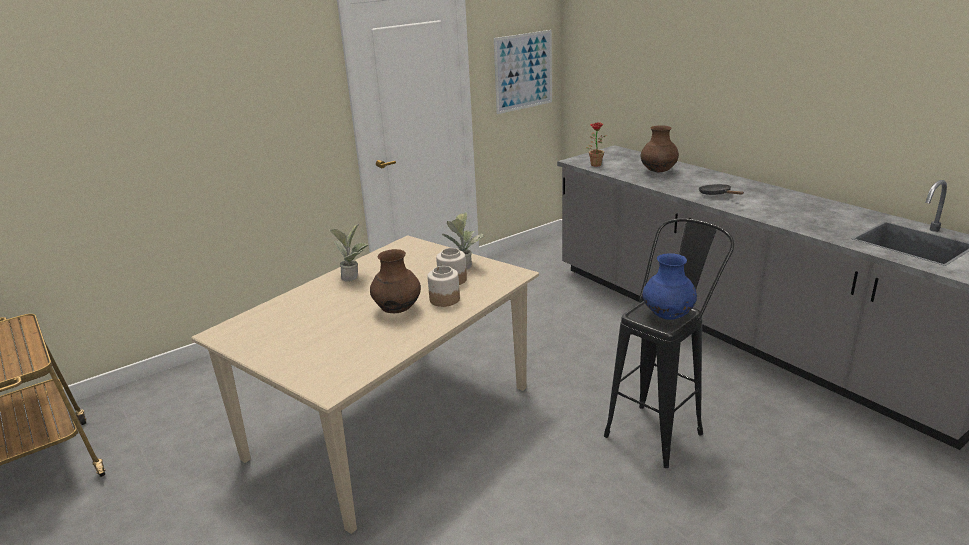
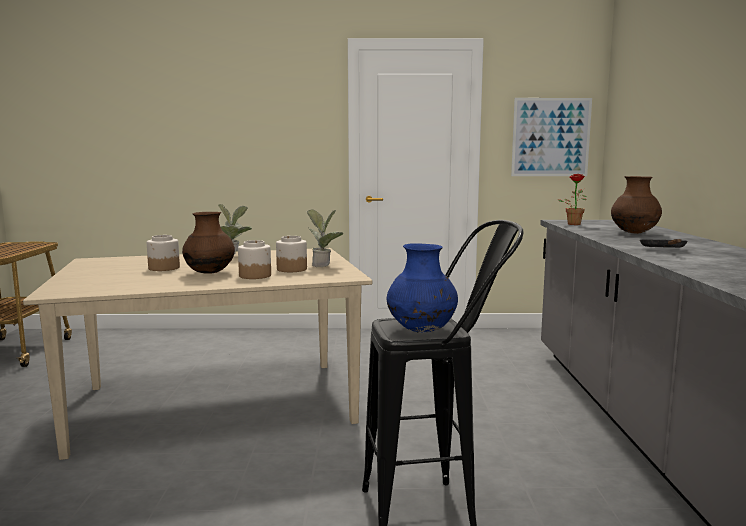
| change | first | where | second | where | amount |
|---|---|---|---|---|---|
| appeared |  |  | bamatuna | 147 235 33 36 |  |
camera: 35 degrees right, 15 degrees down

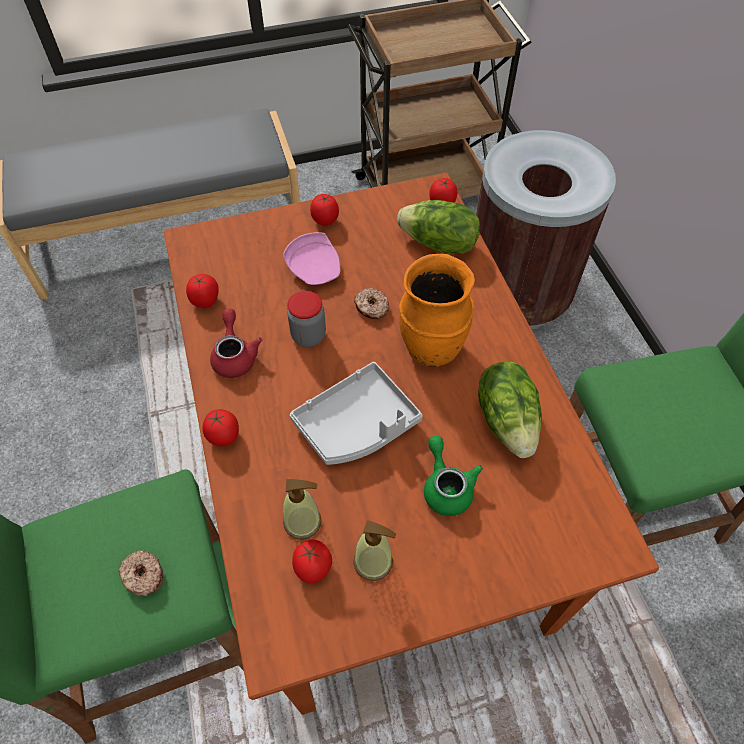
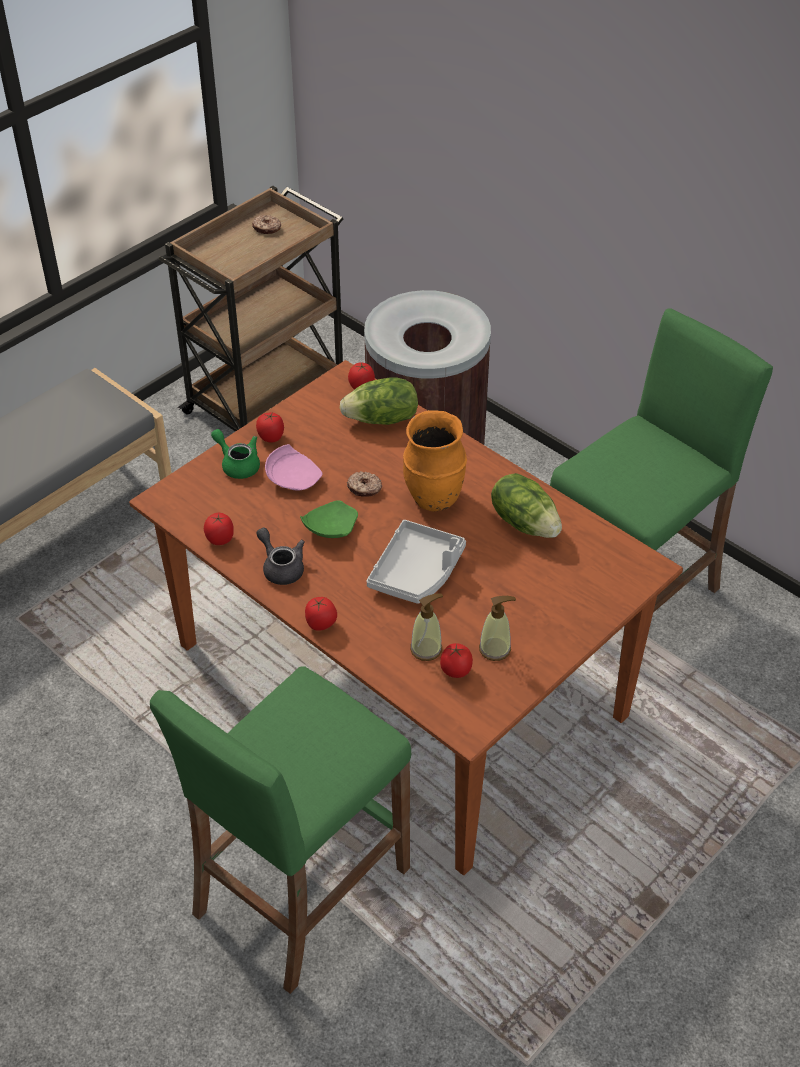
| change | first | where | second | where | amount |
|---|---|---|---|---|---|
| relocated | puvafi | 119 550 44 46 |  | 252 215 29 19 |  |
| colour | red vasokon | 210 309 52 69 | grey vasokon | 257 528 48 57 |  |
| exchanged | bamatuna | 287 291 39 56 | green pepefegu | 300 500 58 38 |  |
| relocated | green vasokon | 424 436 59 80 |  | 211 429 49 50 |  |
camera: 30 degrees left, 10 degrees down

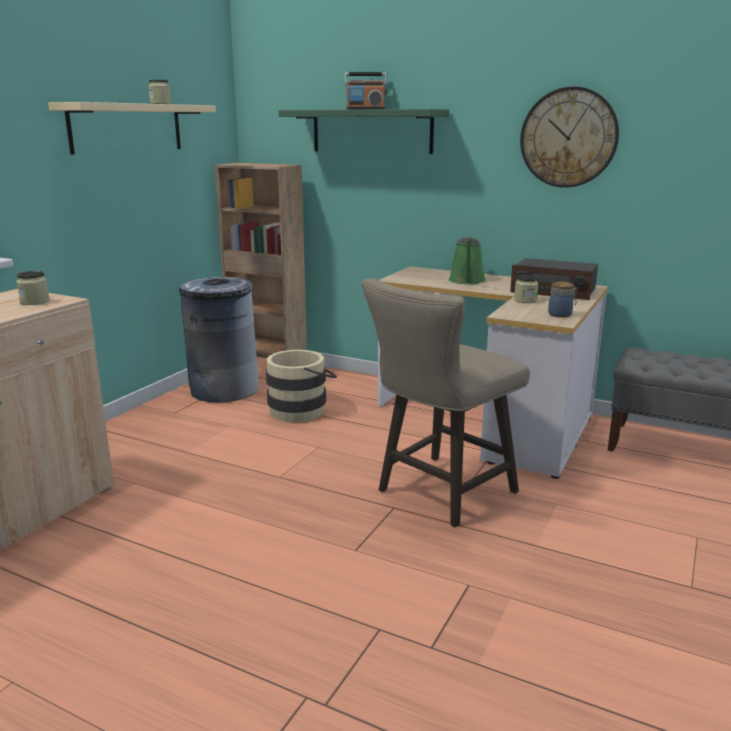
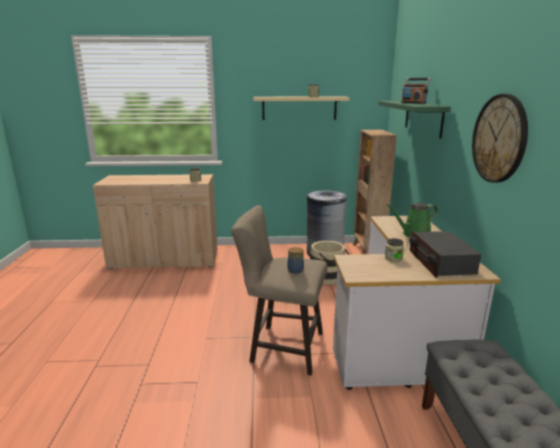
| change | first | where | second | where | amount |
|---|---|---|---|---|---|
| relocated | bamatuna | 548 282 29 36 |  | 287 247 17 27 |  |
camera: 60 degrees right, 0 degrees up

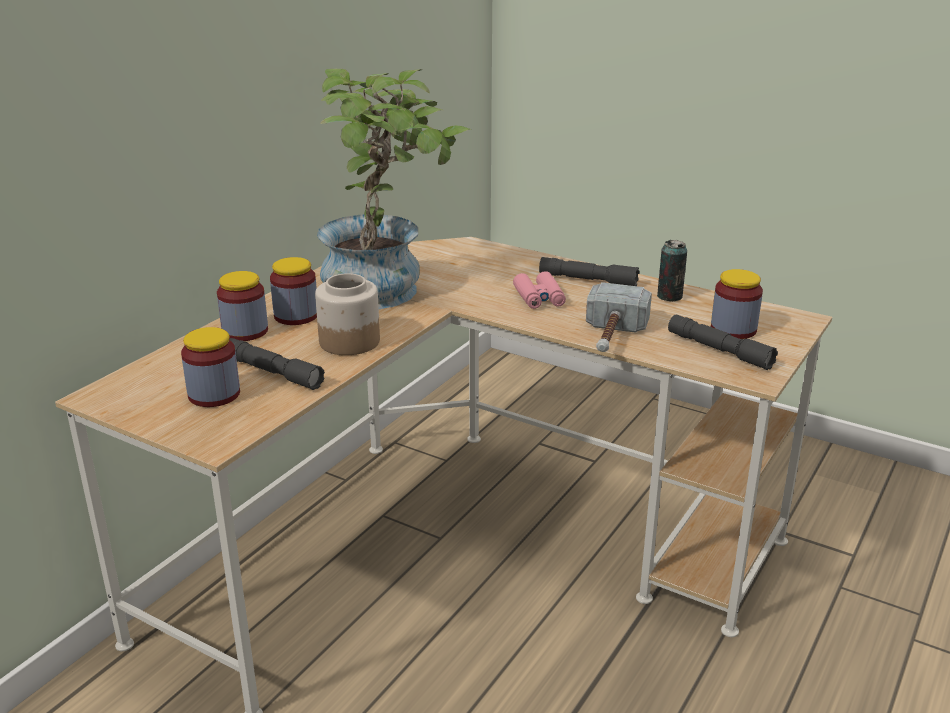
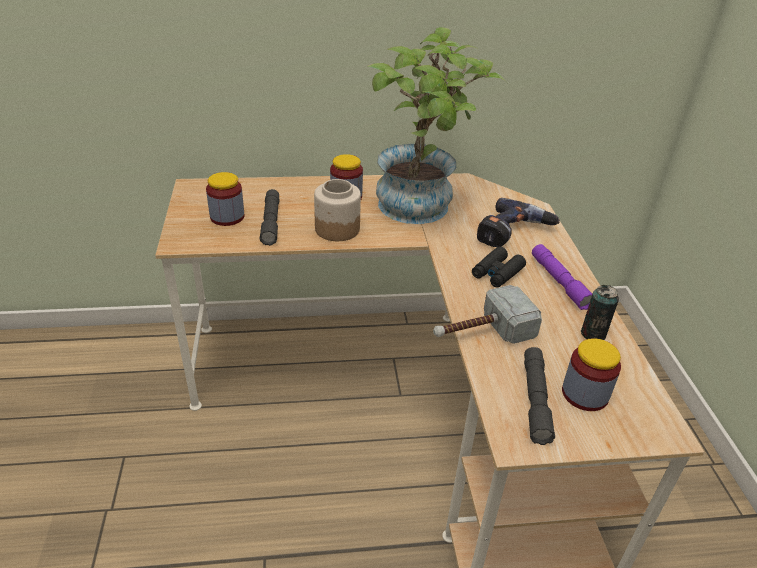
| change | first | where | second | where | amount |
|---|---|---|---|---|---|
| missing | bamatuna | 217 271 51 70 |  |  |  |
| colour | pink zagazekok | 513 271 53 38 | black zagazekok | 472 246 54 42 |  |
| colour | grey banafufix | 539 257 100 29 | purple banafufix | 532 244 60 66 |  |
| appeared |  |  | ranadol | 477 198 83 49 |  |
camera: 50 degrees right, 10 degrees up

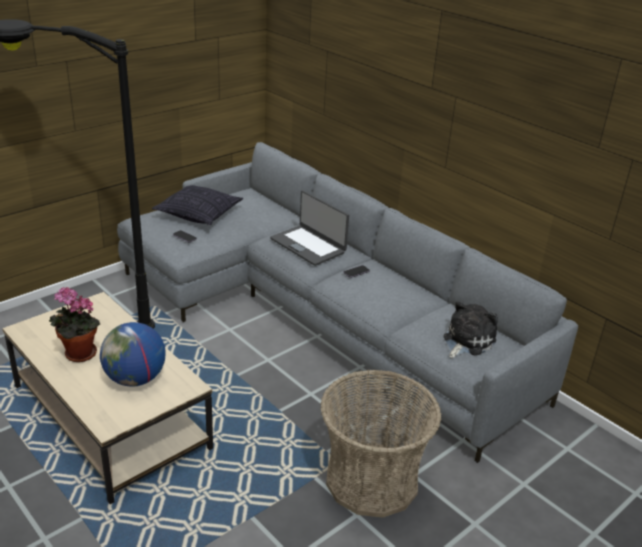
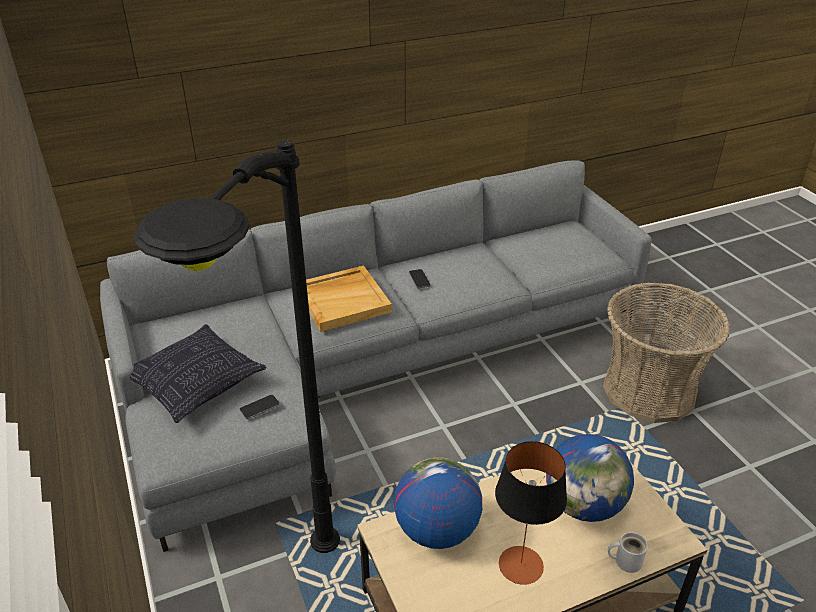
| change | first | where | second | where | amount |
|---|---|---|---|---|---|
| exchanged | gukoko | 49 287 51 75 | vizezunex | 495 441 72 144 |  |
| exchanged | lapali | 270 190 79 76 | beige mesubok | 306 265 86 67 |  |
| missing | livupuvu | 444 302 54 56 |  |  |  |
| appeared |  |  | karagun | 394 457 88 92 |  |
| appeared |  |  | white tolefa | 608 532 40 41 |  |
camera: 70 degrees left, 5 degrees up

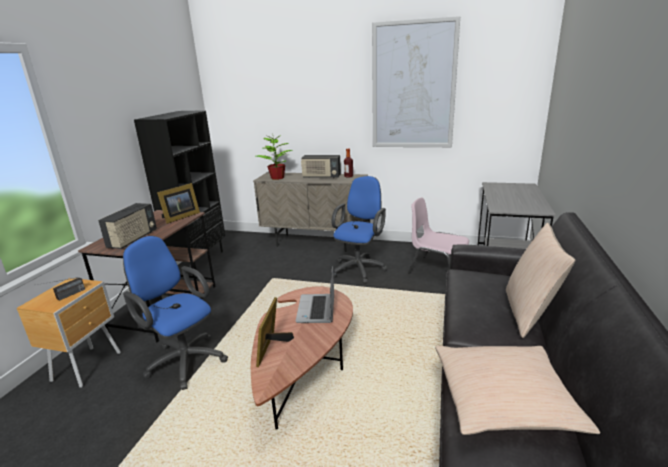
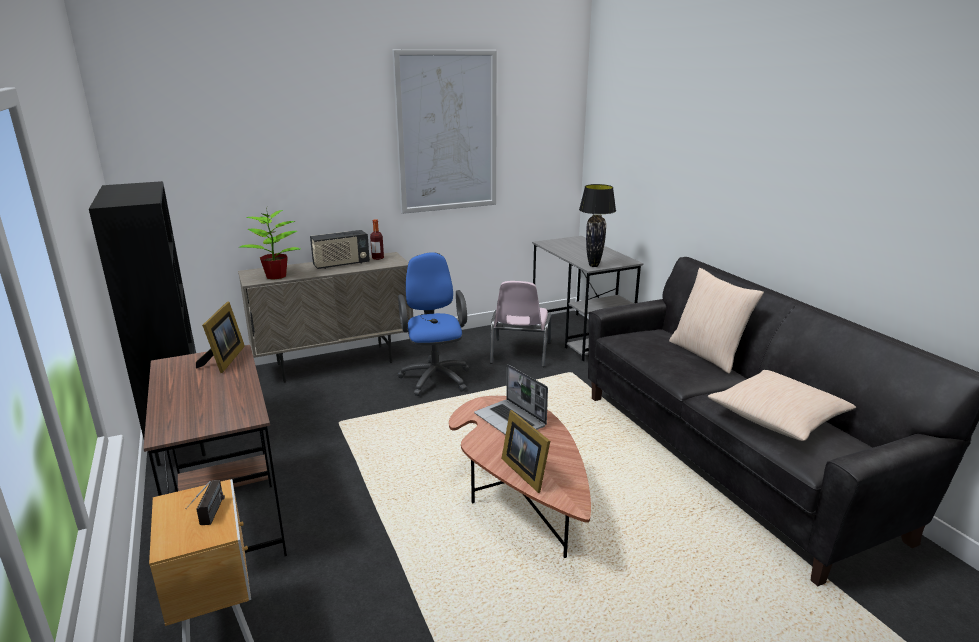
| change | first | where | second | where | amount |
|---|---|---|---|---|---|
| missing | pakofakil | 98 203 59 46 |  |  |  |
| missing | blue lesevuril | 123 236 105 154 |  |  |  |
| spun | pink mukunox | 408 197 61 77 |  | 490 281 61 86 | 75 degrees counterclockwise |
| appeared |  |  | black vizezunex | 579 184 37 83 |  |
camera: 40 degrees left, 0 degrees up

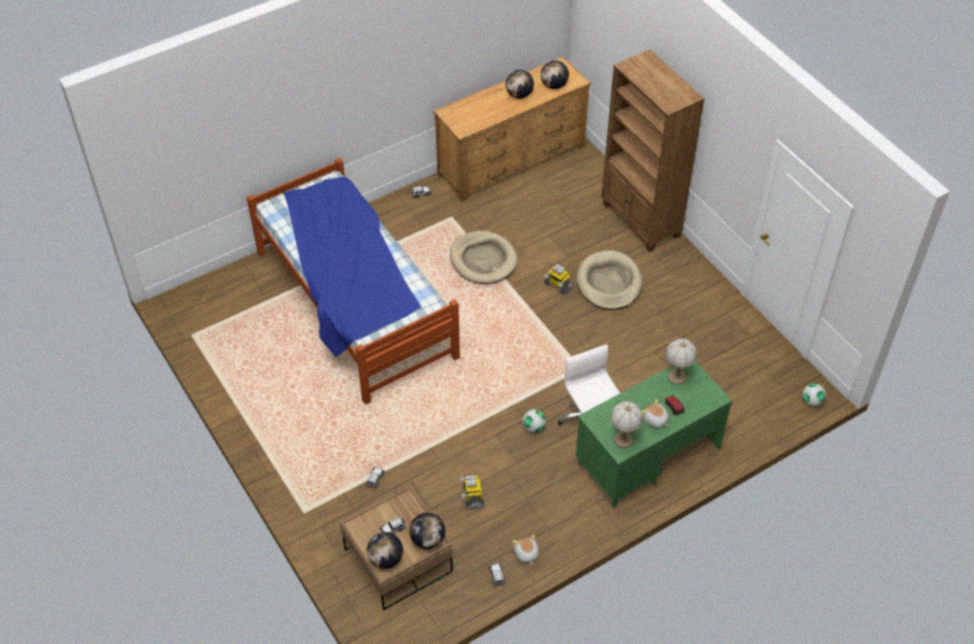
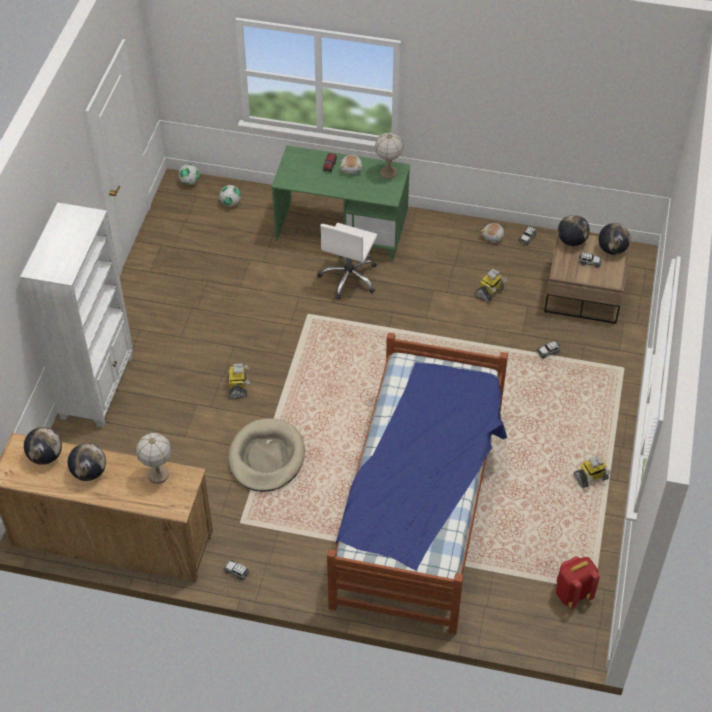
| change | first | where | second | where | amount |
|---|---|---|---|---|---|
| relocated | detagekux | 523 409 23 24 |  | 219 185 22 22 |  |
| missing | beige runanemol | 577 250 66 60 |  |  |  |
| colour | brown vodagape | 601 49 104 203 | white vodagape | 20 203 113 224 |  |
| relocated | vizezunex | 665 338 32 47 |  | 136 433 36 51 |  |
| appeared |  |  | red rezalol | 556 556 44 53 |  |
| appeared |  |  | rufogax | 574 455 37 33 |  |
camera: 135 degrees left, 0 degrees up

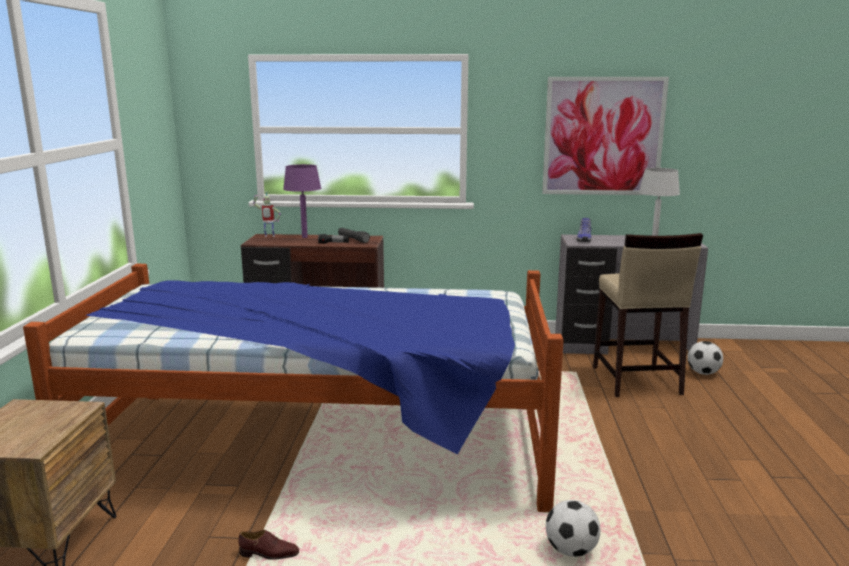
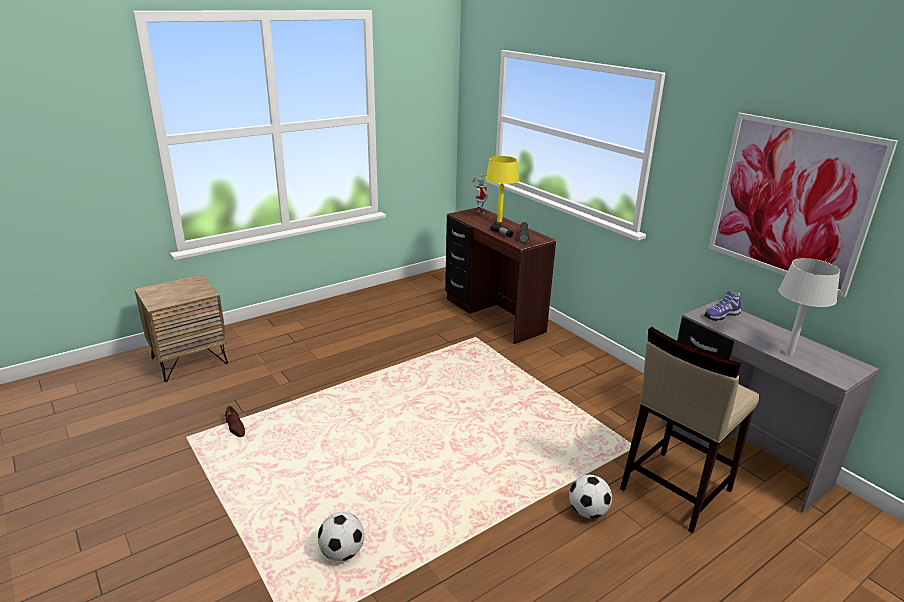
| change | first | where | second | where | amount |
|---|---|---|---|---|---|
| missing | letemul | 23 264 541 248 |  |  |  |
| colour | purple vizezunex | 283 164 38 74 | yellow vizezunex | 485 156 34 66 |  |
| relocated | detagekux | 687 341 36 34 |  | 569 475 43 44 |  |
camera: 50 degrees right, 10 degrees up

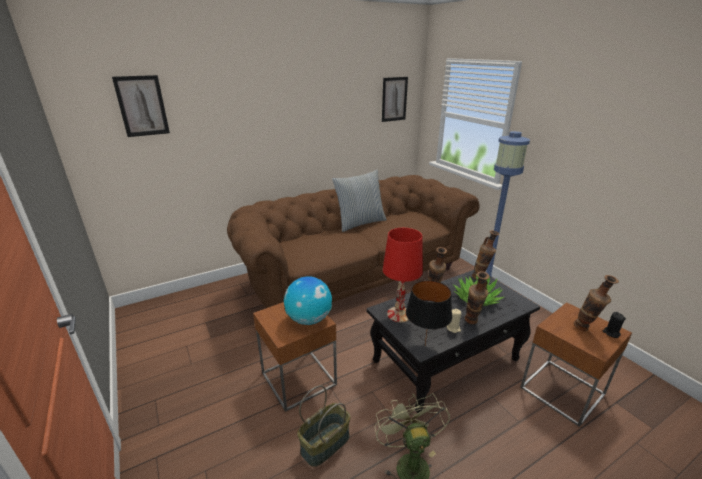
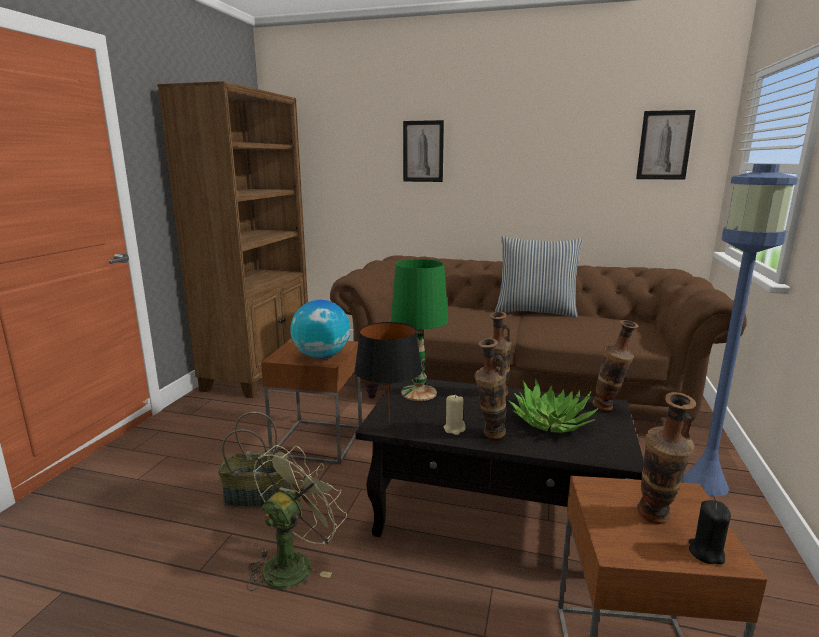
| change | first | where | second | where | amount |
|---|---|---|---|---|---|
| relocated | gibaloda | 112 75 58 62 |  | 403 120 41 62 |  |
| colour | red vizezunex | 383 228 40 95 | green vizezunex | 391 259 57 142 |  |
| appeared |  |  | brown vodagape | 157 81 151 317 |  |
camera: 45 degrees right, 10 degrees down

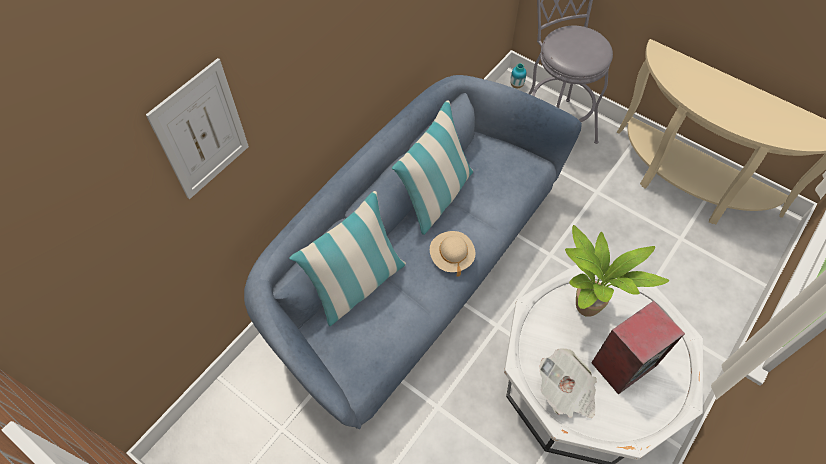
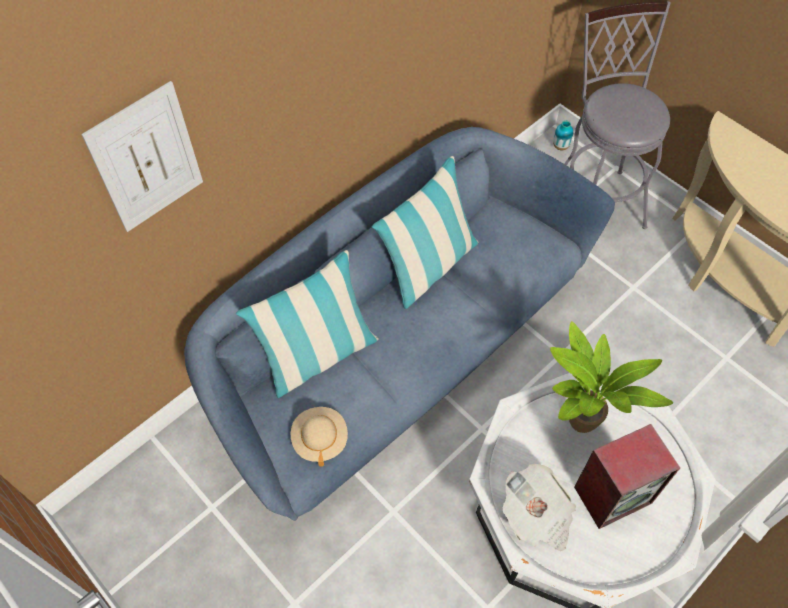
| change | first | where | second | where | amount |
|---|---|---|---|---|---|
| relocated | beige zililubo | 430 231 45 45 |  | 291 407 57 60 |  |
camera: 10 degrees right, 0 degrees up

